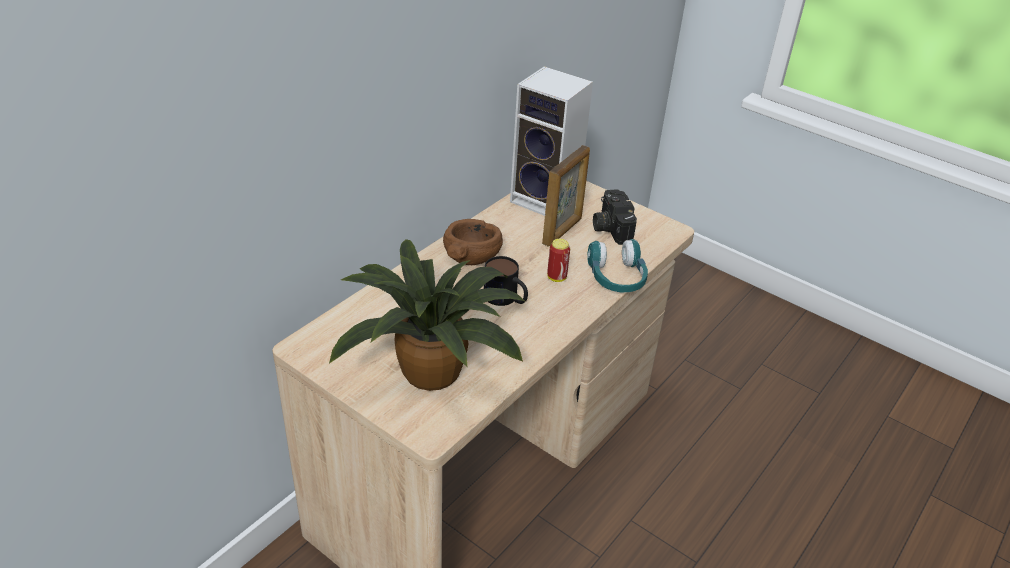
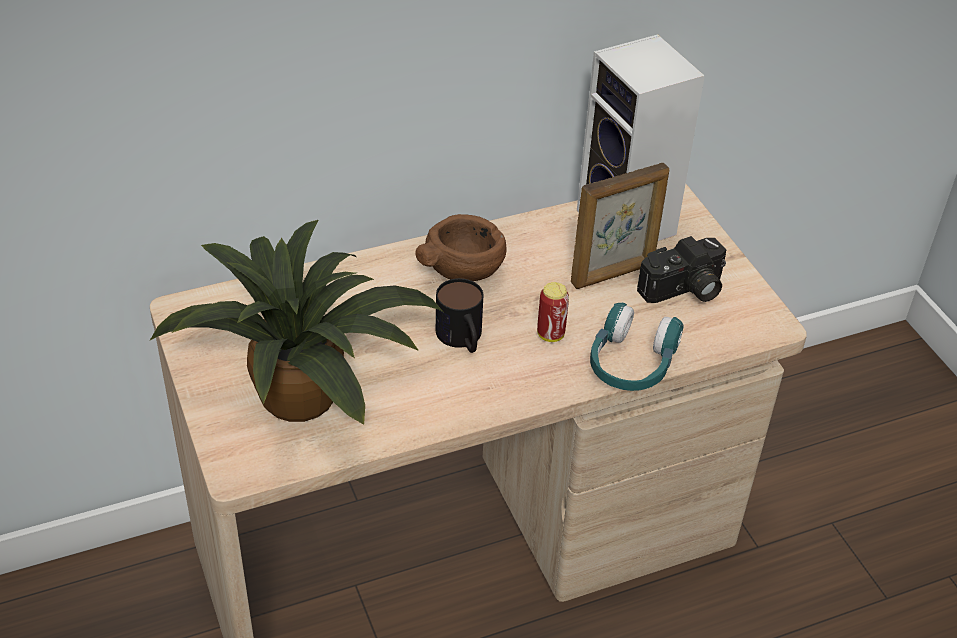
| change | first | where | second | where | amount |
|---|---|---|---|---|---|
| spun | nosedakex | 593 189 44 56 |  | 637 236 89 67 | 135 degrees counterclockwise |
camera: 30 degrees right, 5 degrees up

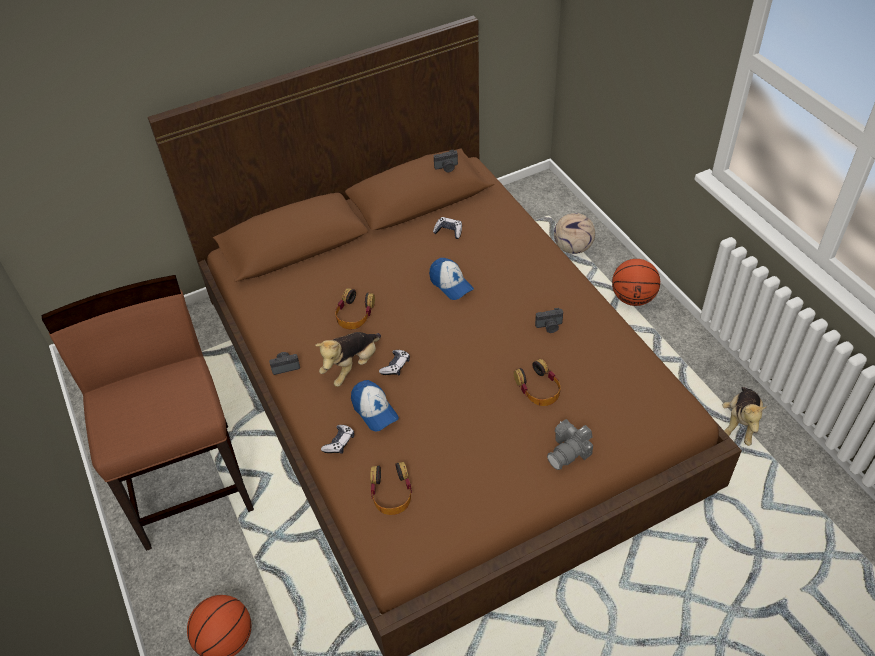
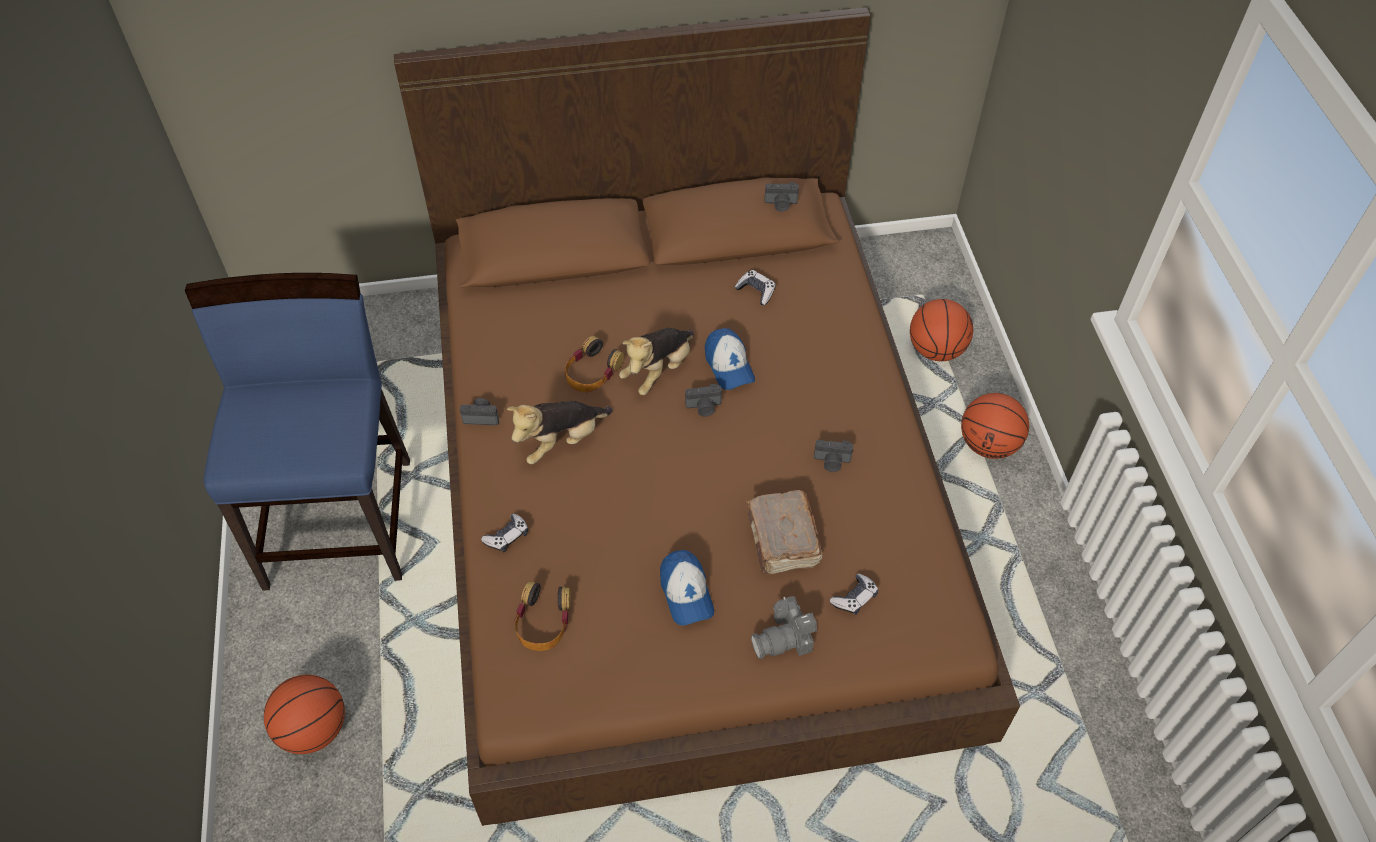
| change | first | where | second | where | amount |
|---|---|---|---|---|---|
| colour | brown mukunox | 42 275 212 276 | blue mukunox | 185 273 225 318 |  |
| relocated | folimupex | 351 380 48 51 |  | 660 550 54 76 |  |
| relocated | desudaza | 379 350 31 25 |  | 830 573 48 42 |  |
| exchanged | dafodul | 514 359 47 47 | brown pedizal | 746 490 76 85 |  |
| exchanged | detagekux | 554 213 41 41 | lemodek | 910 299 63 62 |  |
| relocated | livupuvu | 723 387 44 59 |  | 619 328 75 67 |  |
| appeared |  |  | nosedakex | 685 384 37 33 |  |
camera: 15 degrees right, 5 degrees up

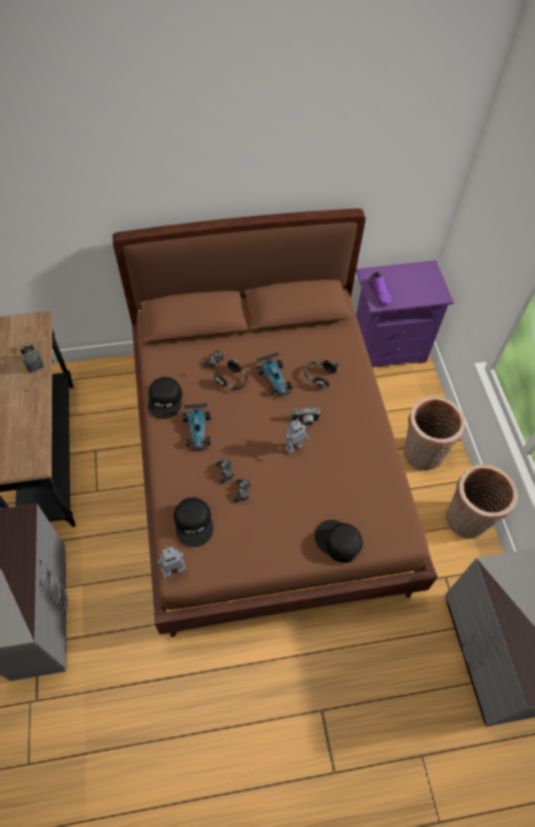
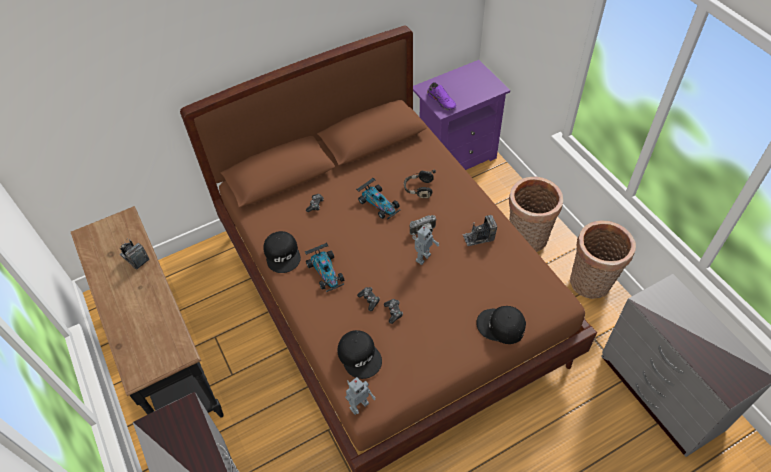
| change | first | where | second | where | amount |
|---|---|---|---|---|---|
| missing | black dafodul | 213 359 35 31 |  |  |  |
| appeared |  |  | nosedakex | 463 215 34 31 |  |
camera: 15 degrees left, 5 degrees down

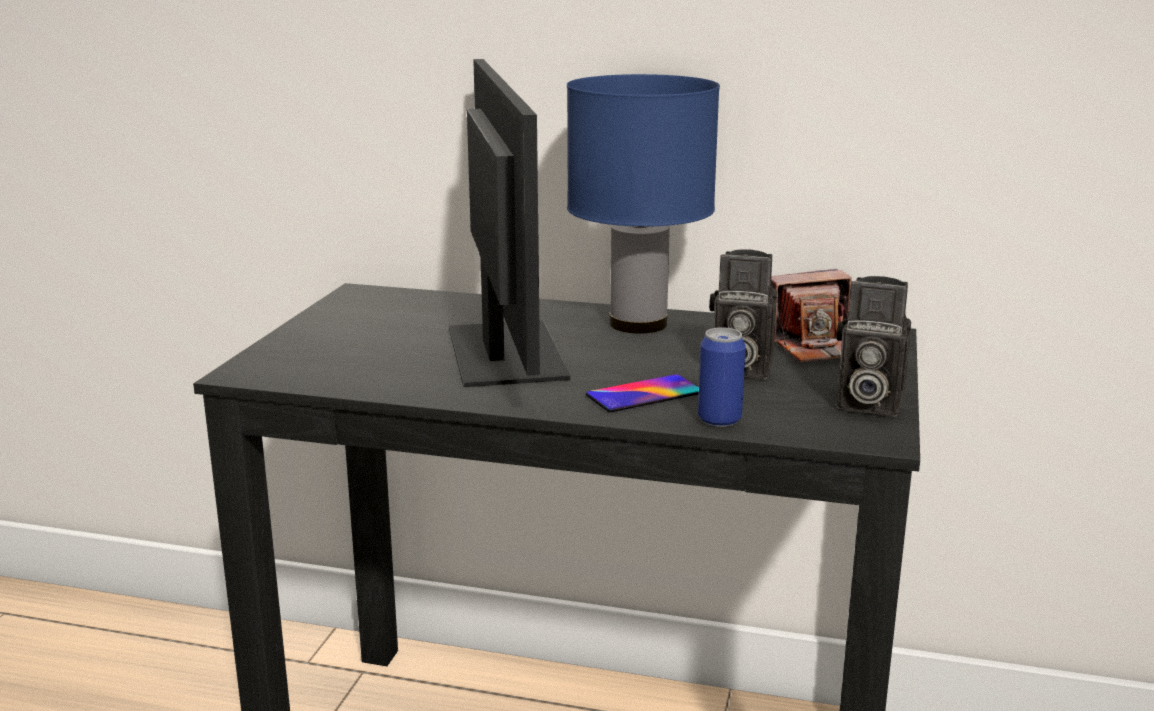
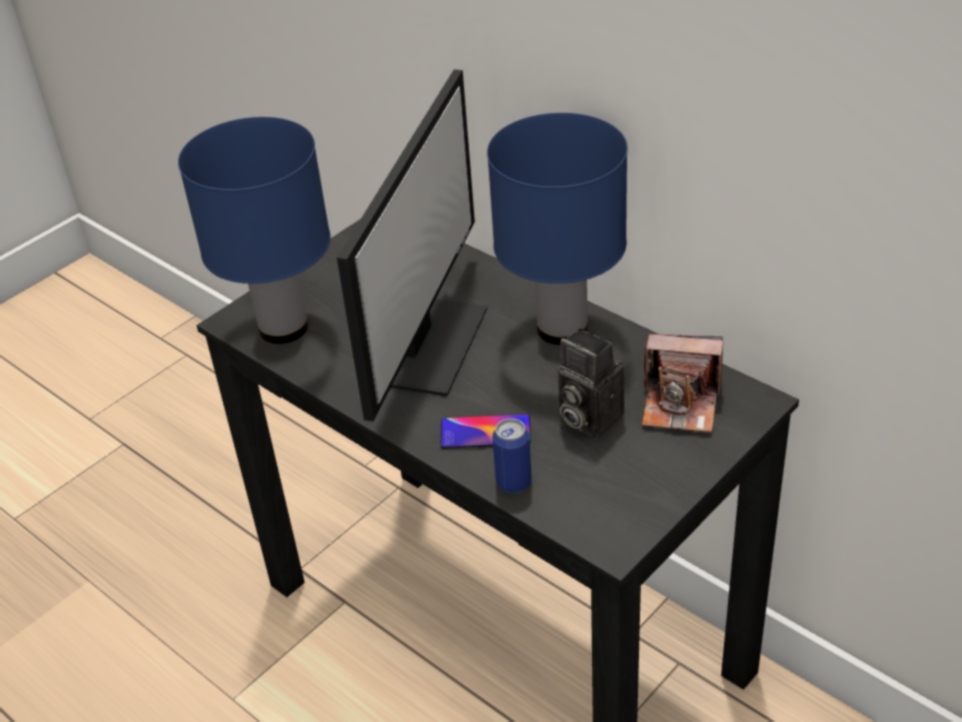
| change | first | where | second | where | amount |
|---|---|---|---|---|---|
| missing | nosedakex | 836 276 75 141 |  |  |  |
| appeared |  |  | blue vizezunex | 178 117 153 227 |  |
camera: 30 degrees right, 20 degrees up

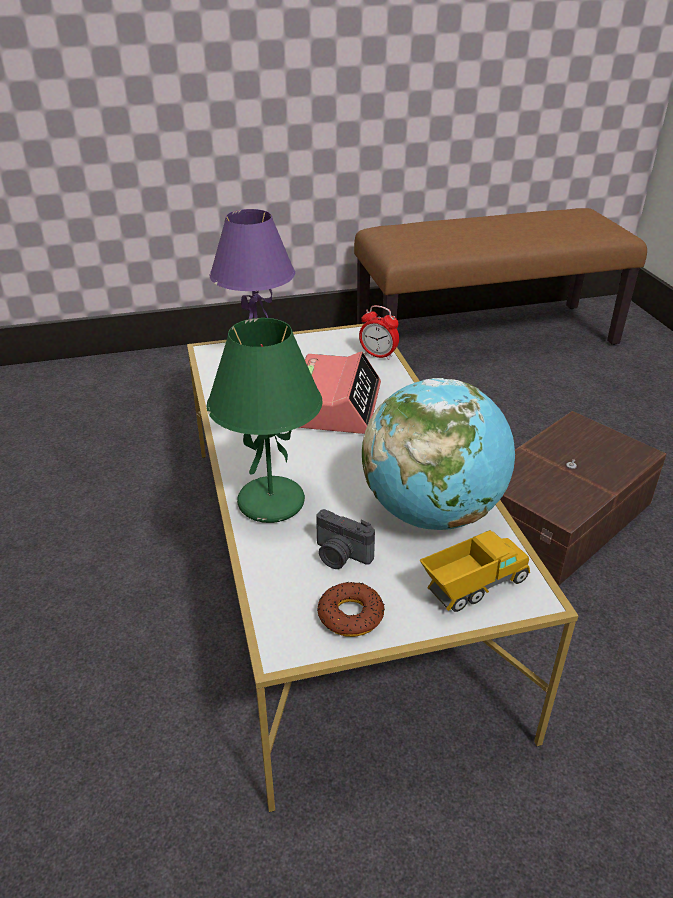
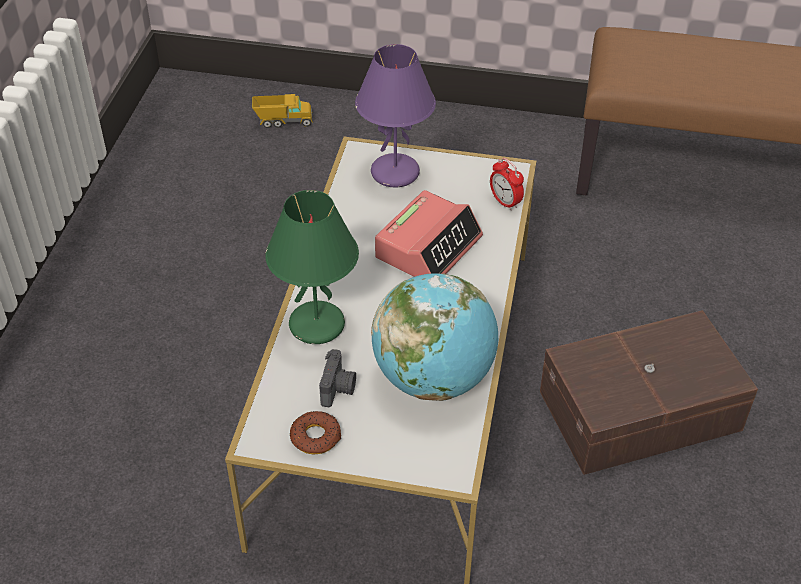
| change | first | where | second | where | amount |
|---|---|---|---|---|---|
| spun | nosedakex | 316 509 59 60 |  | 319 349 37 58 | 135 degrees counterclockwise |
| relocated | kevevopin | 420 530 110 82 |  | 252 94 61 34 |  |
camera: 25 degrees right, 10 degrees up

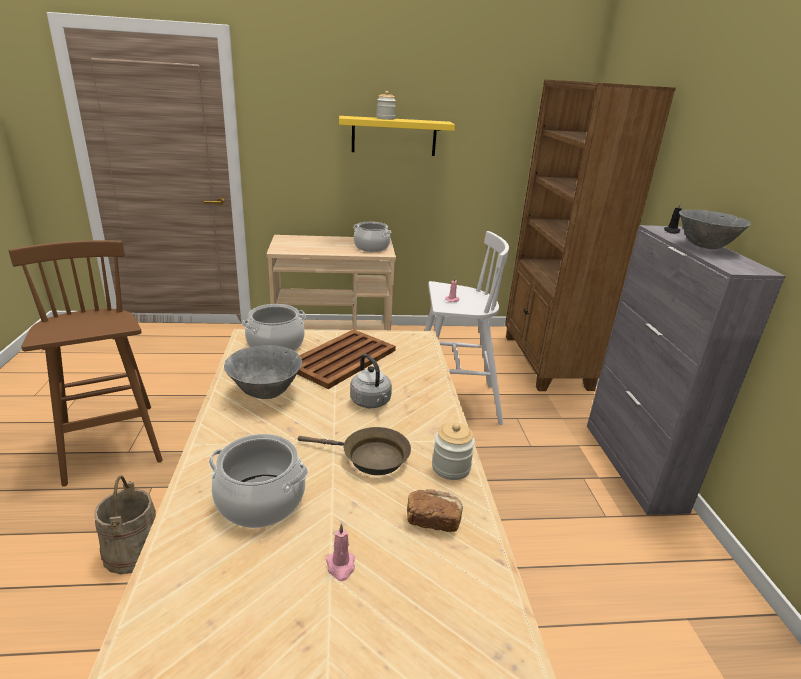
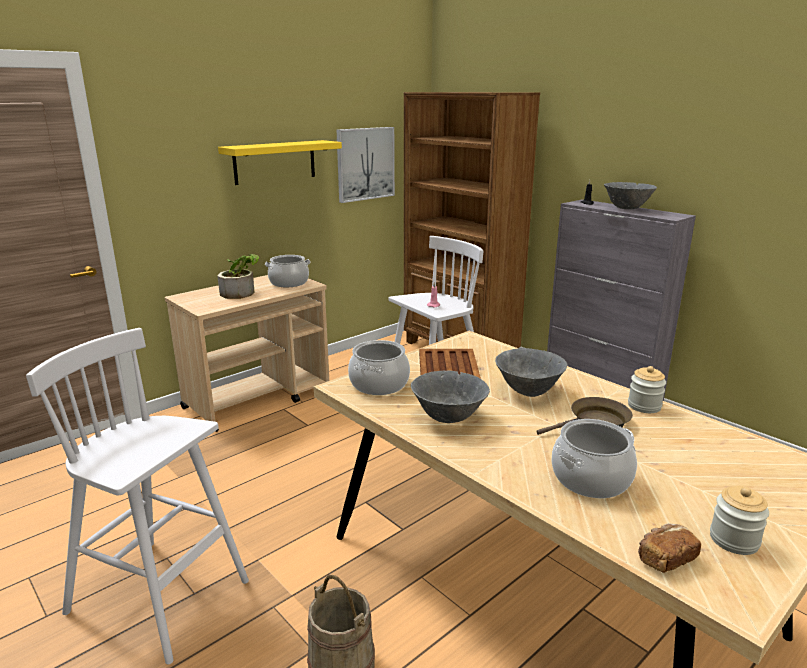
| change | first | where | second | where | amount |
|---|---|---|---|---|---|
| colour | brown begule | 8 240 155 247 | white begule | 26 328 223 336 |  |
| missing | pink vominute | 326 523 29 58 |  |  |  |
| exchanged | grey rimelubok | 350 354 42 54 | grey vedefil | 495 348 73 49 |  |
| relocated | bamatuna | 377 91 19 29 |  | 710 486 59 69 |  |
| relocated | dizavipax | 407 489 56 43 |  | 638 523 63 50 |  |
| appeared |  |  | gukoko | 217 254 42 45 |  |
| appeared |  |  | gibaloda | 336 127 59 76 |  |
camera: 35 degrees left, 5 degrees down

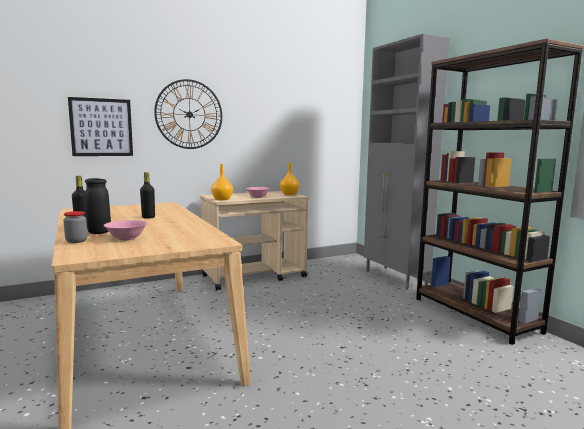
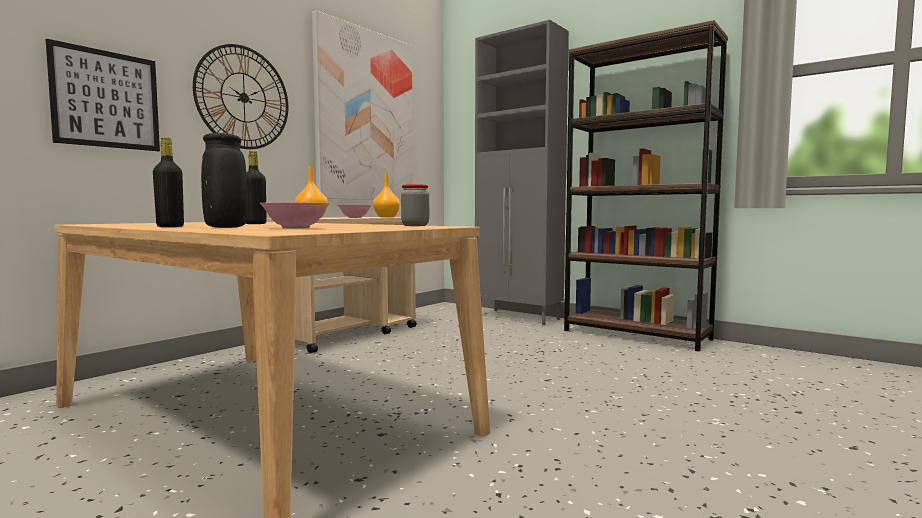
| change | first | where | second | where | amount |
|---|---|---|---|---|---|
| relocated | bamatuna | 63 211 24 32 |  | 401 184 28 42 |  |
| appeared |  |  | gibaloda | 312 11 101 189 |  |
camera: 25 degrees left, 5 degrees down

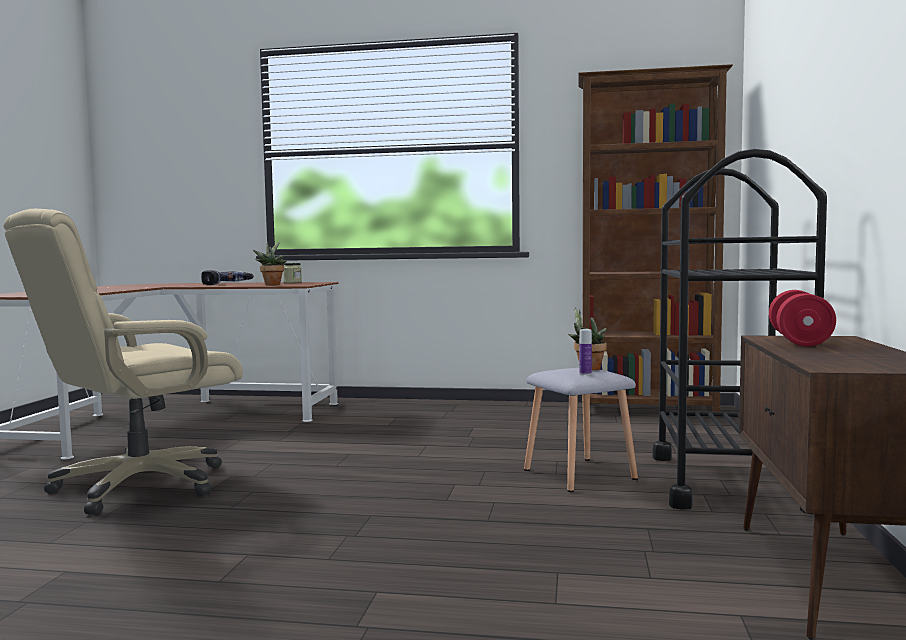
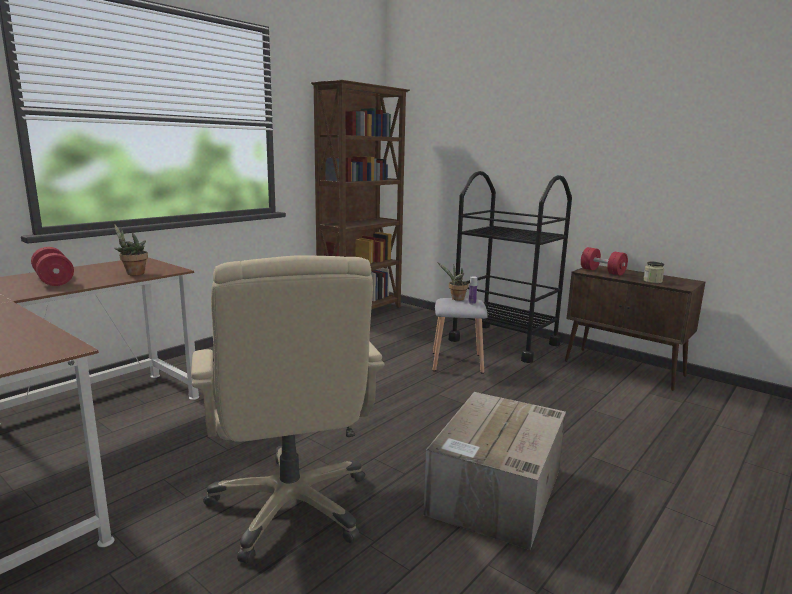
| change | first | where | second | where | amount |
|---|---|---|---|---|---|
| exchanged | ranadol | 201 270 53 15 | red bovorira | 31 247 43 39 |  |
| relocated | bamatuna | 283 263 19 20 |  | 643 261 22 22 |  |
| appeared |  |  | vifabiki | 423 392 143 158 |  |
camera: 60 degrees left, 10 degrees up

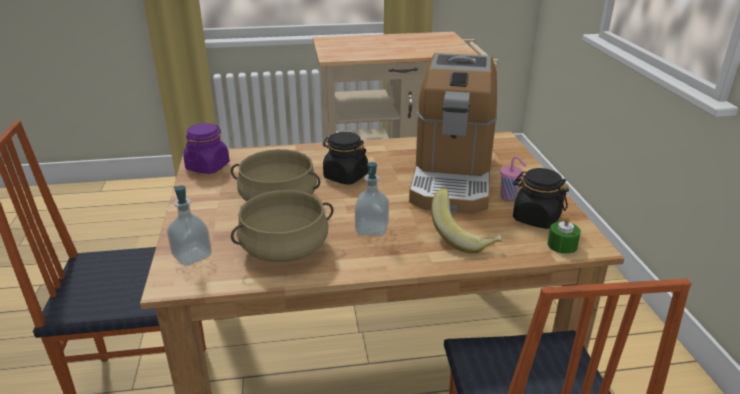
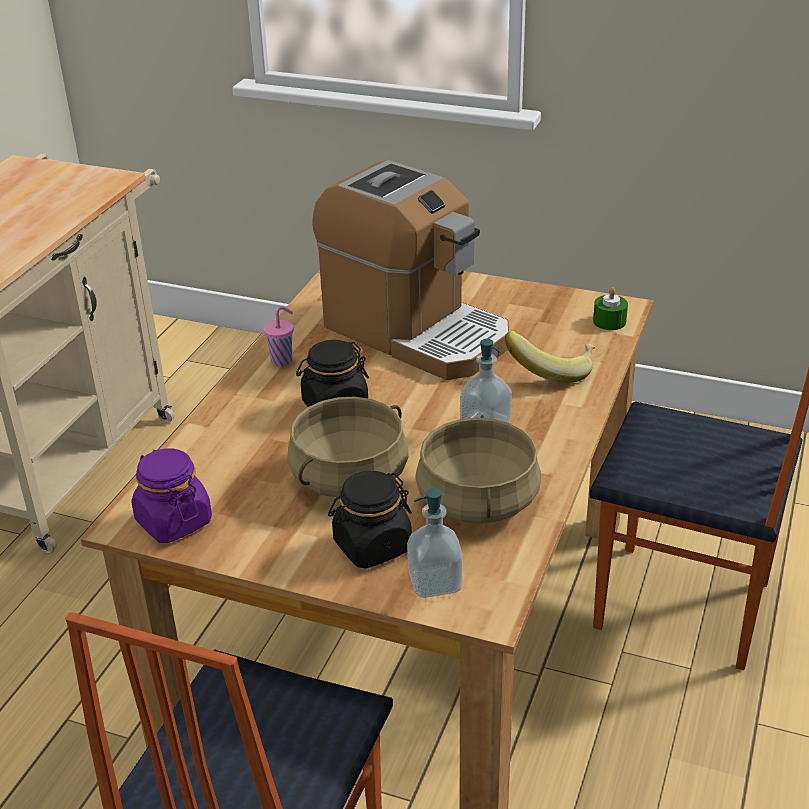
| change | first | where | second | where | amount |
|---|---|---|---|---|---|
| relocated | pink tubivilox | 500 156 27 44 |  | 263 306 31 60 |  |
| relocated | black bamatuna | 513 168 56 61 |  | 328 471 84 98 |  |
camera: 60 degrees left, 5 degrees up

